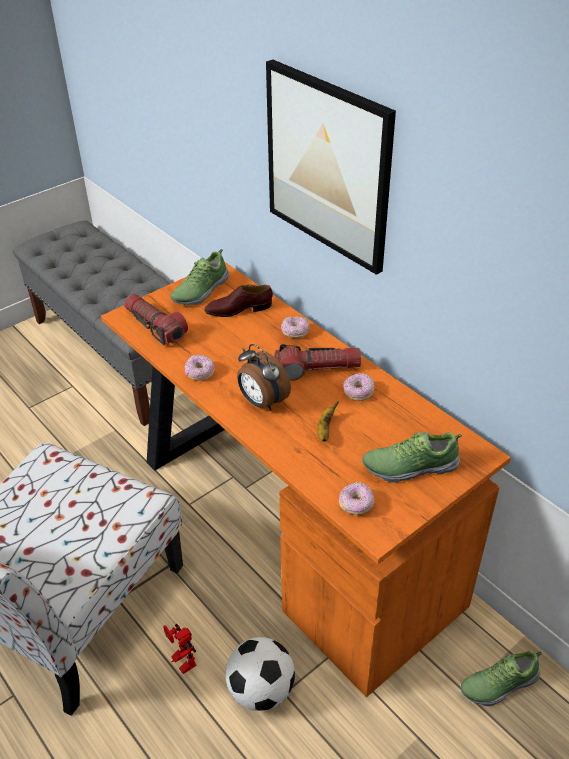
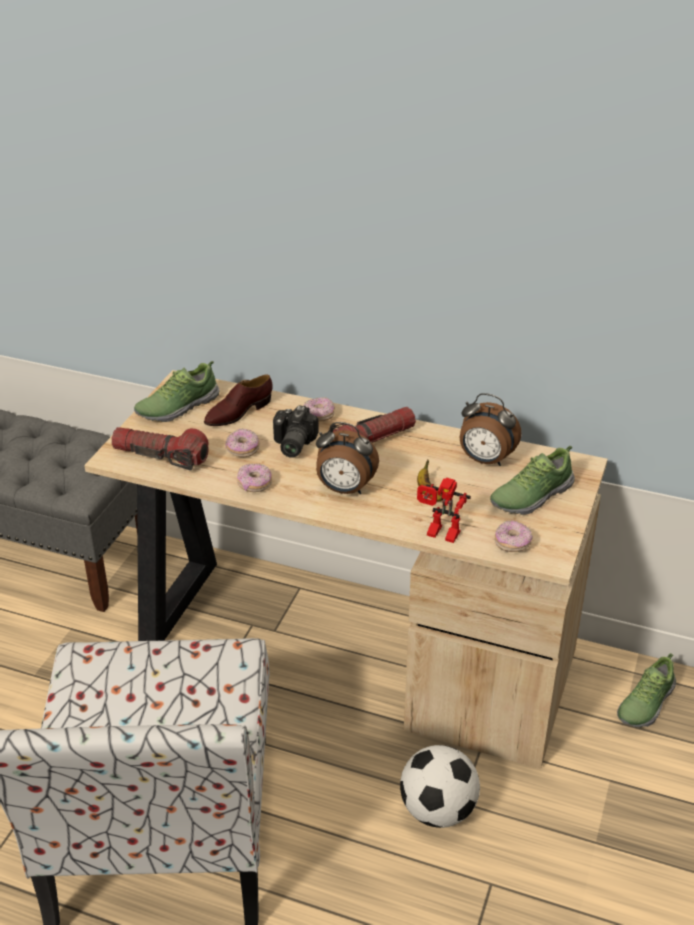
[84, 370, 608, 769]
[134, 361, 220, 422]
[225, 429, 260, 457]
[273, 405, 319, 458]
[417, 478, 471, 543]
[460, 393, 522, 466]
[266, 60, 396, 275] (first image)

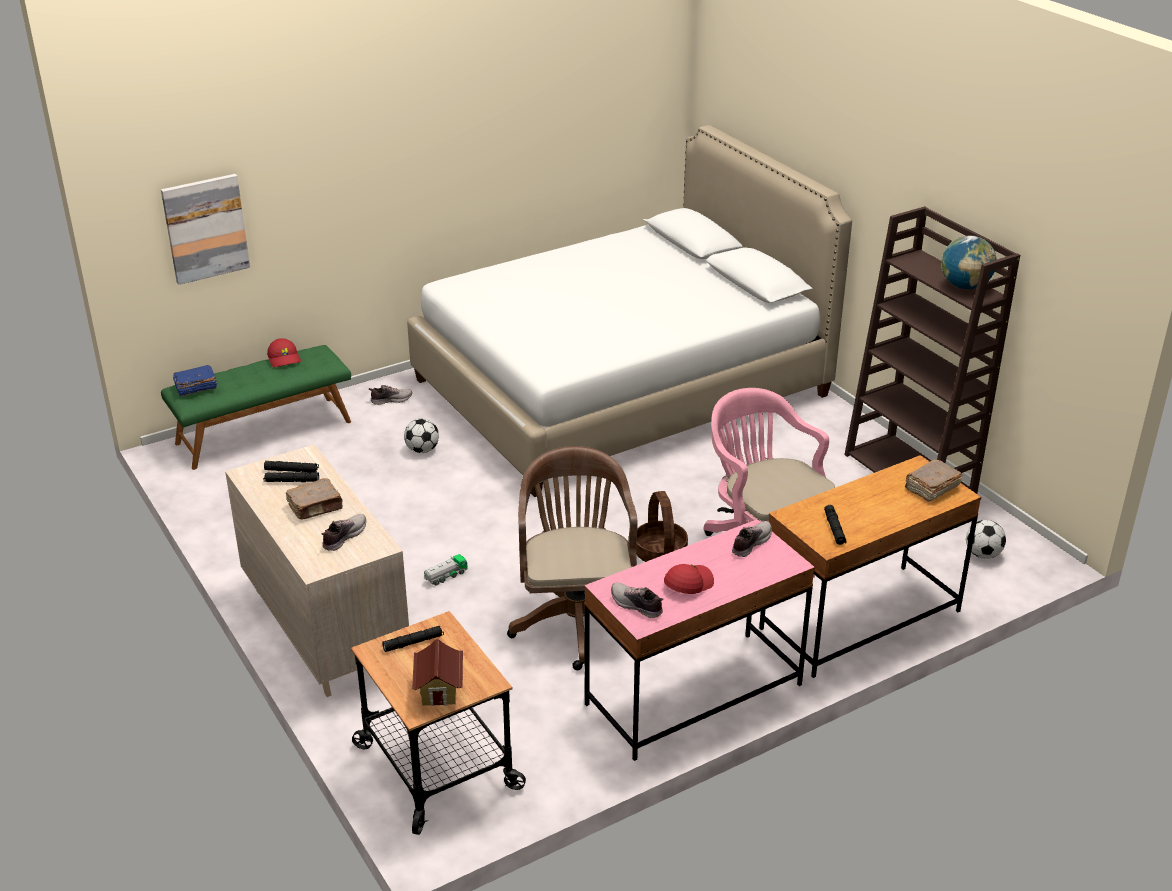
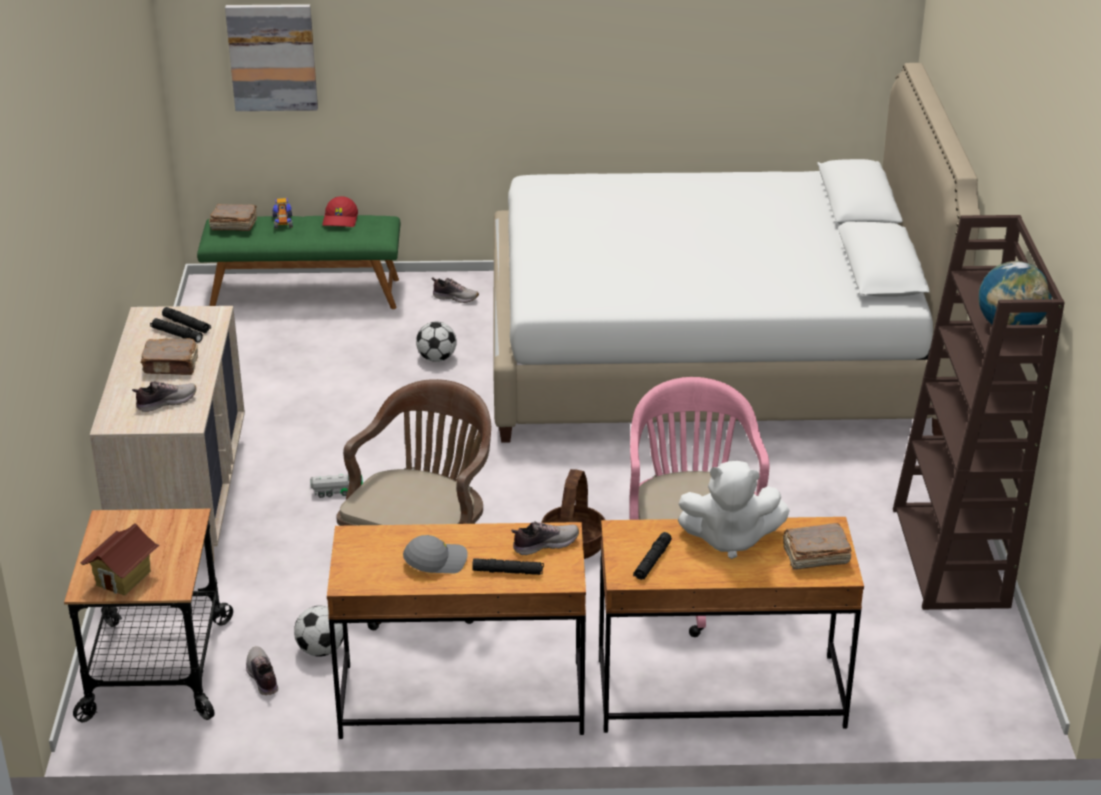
[209, 204, 257, 231]
[246, 646, 278, 695]
[272, 198, 293, 229]
[294, 606, 344, 657]
[327, 522, 586, 739]
[403, 535, 468, 573]
[472, 558, 544, 575]
[678, 461, 790, 559]

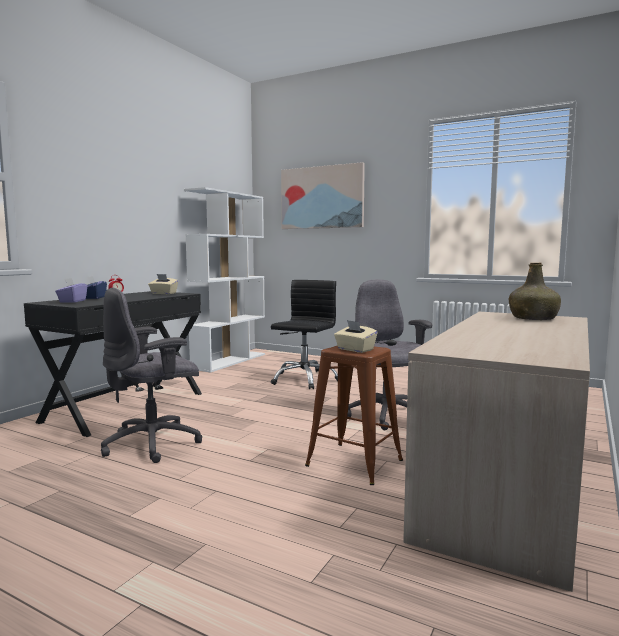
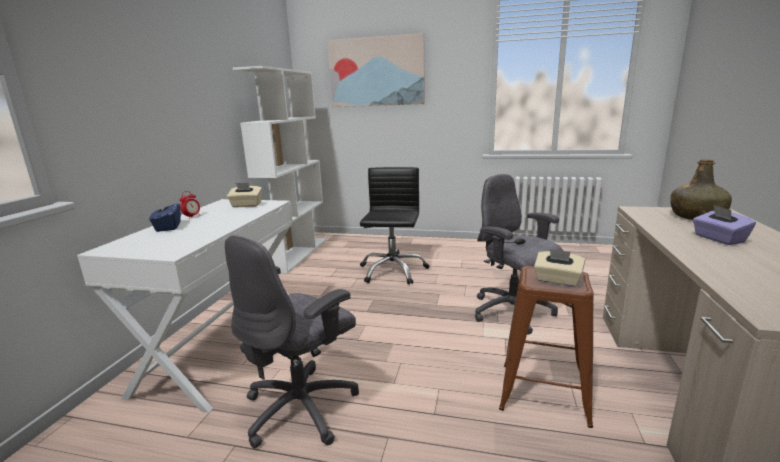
[77, 199, 293, 413]
[693, 205, 756, 245]

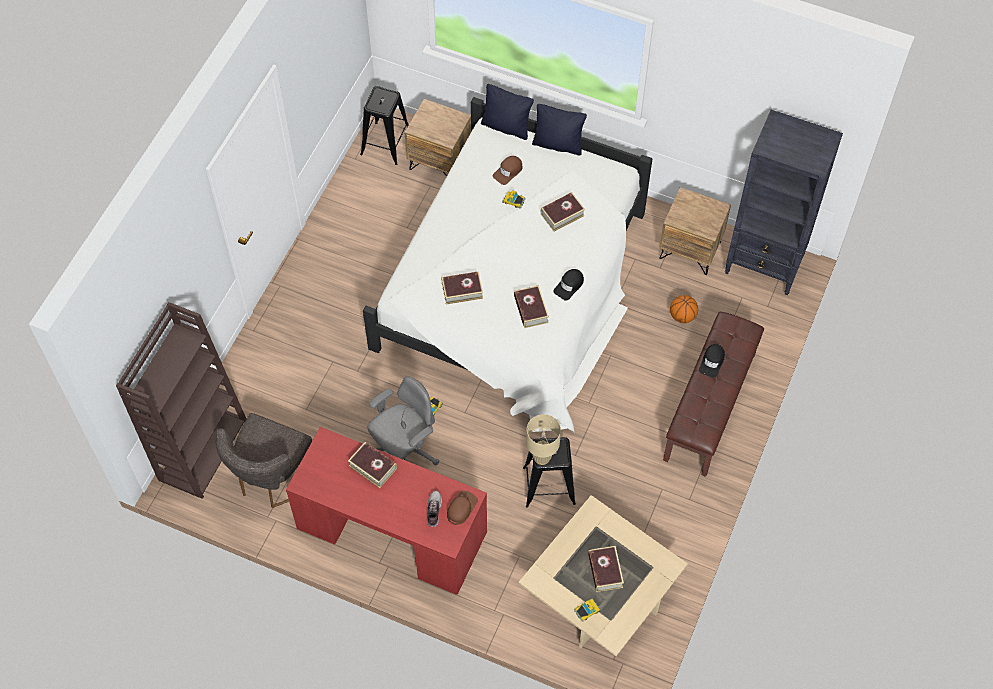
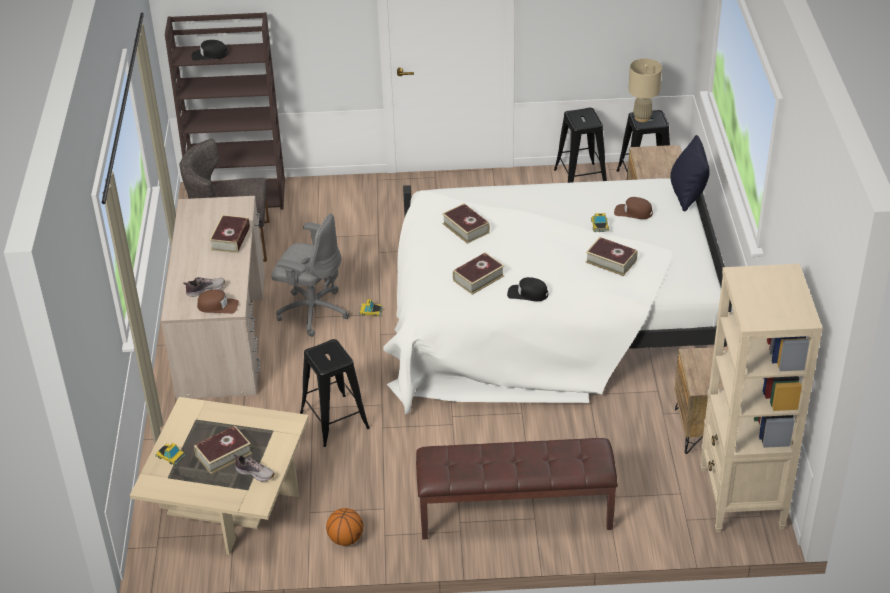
[161, 196, 265, 399]
[192, 40, 228, 61]
[234, 454, 275, 482]
[326, 508, 363, 546]
[554, 108, 607, 183]
[628, 59, 662, 122]
[701, 264, 823, 533]
[532, 104, 587, 156] (first image)

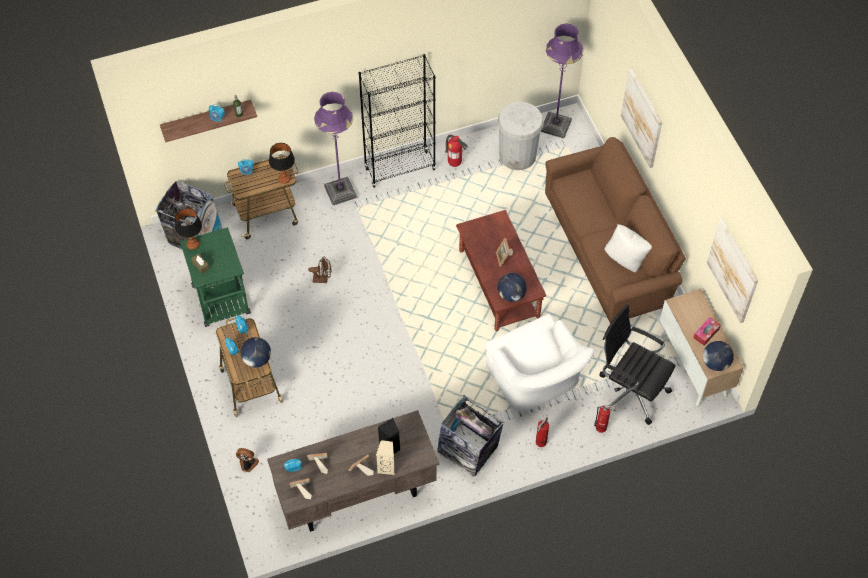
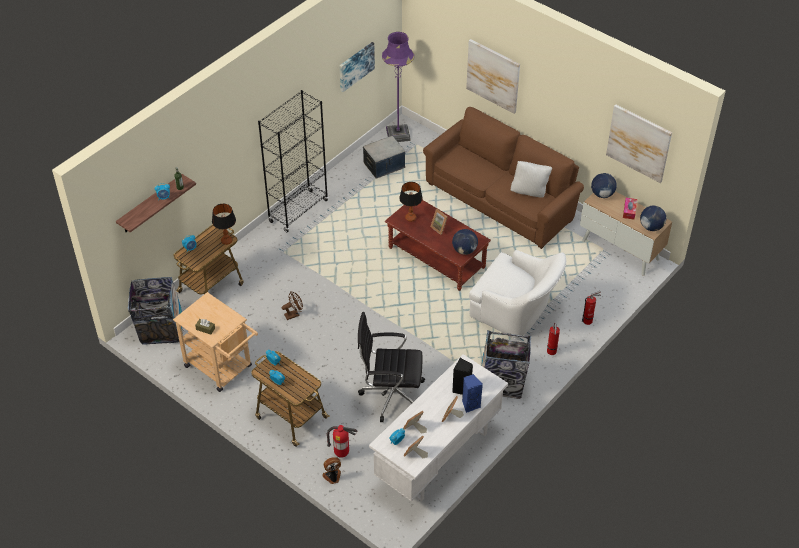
[173, 292, 258, 392]
[327, 425, 358, 458]
[340, 42, 375, 92]
[358, 312, 425, 422]
[363, 136, 405, 179]
[369, 354, 508, 501]
[399, 182, 423, 222]
[462, 374, 483, 413]
[591, 173, 617, 198]
[314, 92, 357, 205] (first image)

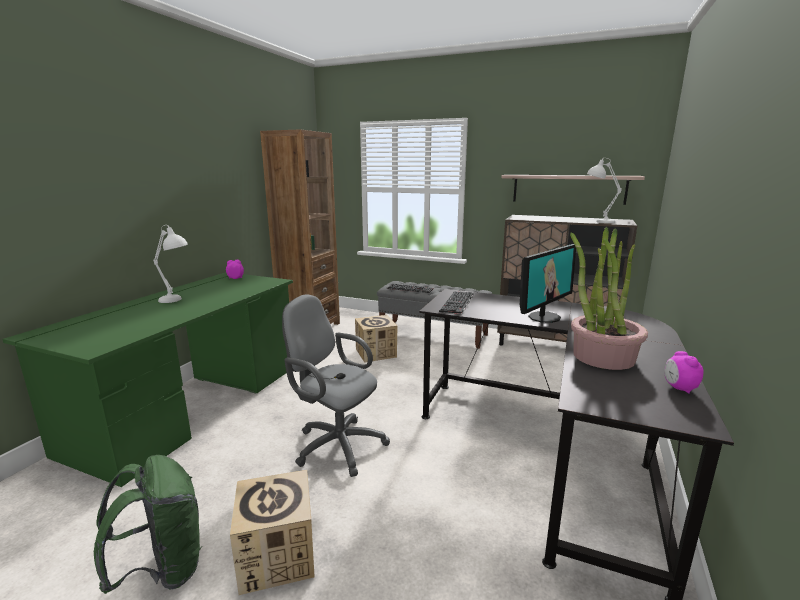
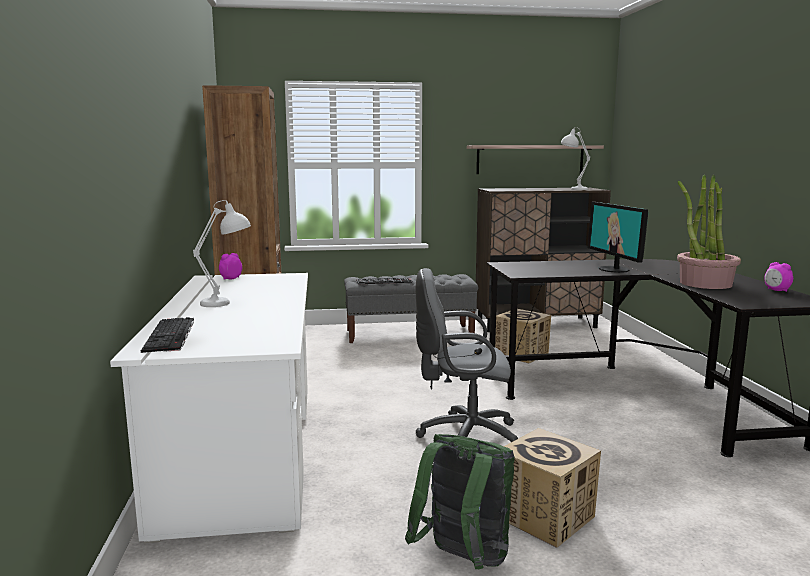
[110, 273, 308, 543]
[141, 317, 194, 353]
[495, 309, 551, 364]
[587, 202, 648, 273]

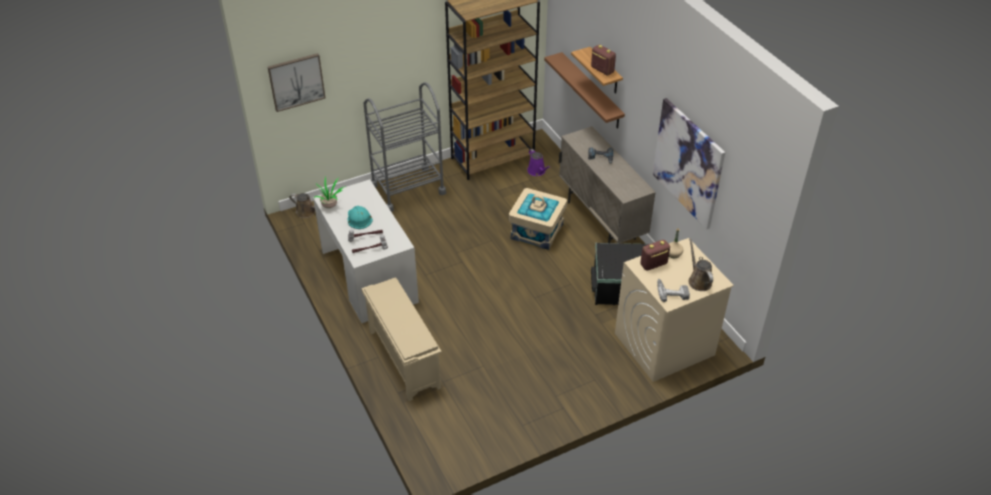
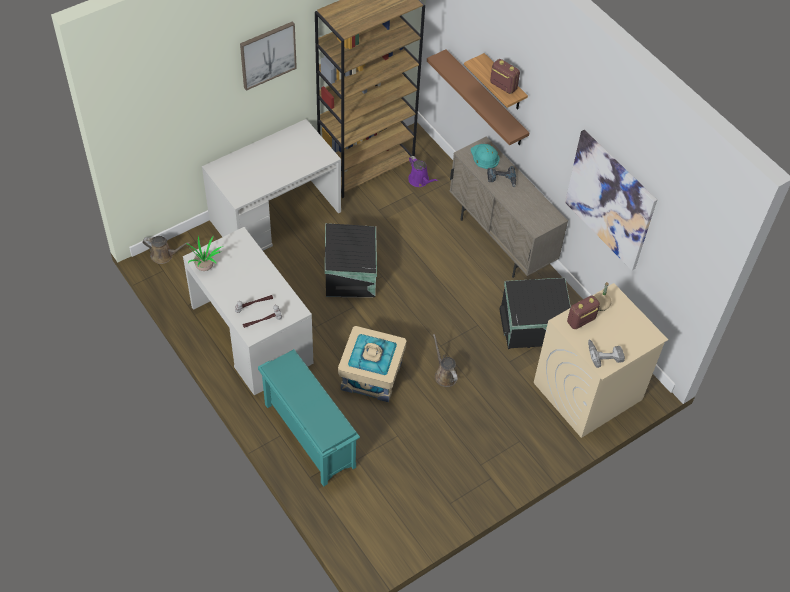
[202, 119, 341, 251]
[240, 22, 297, 91]
[258, 349, 360, 487]
[325, 223, 377, 297]
[338, 326, 407, 402]
[433, 334, 458, 387]
[471, 144, 500, 169]

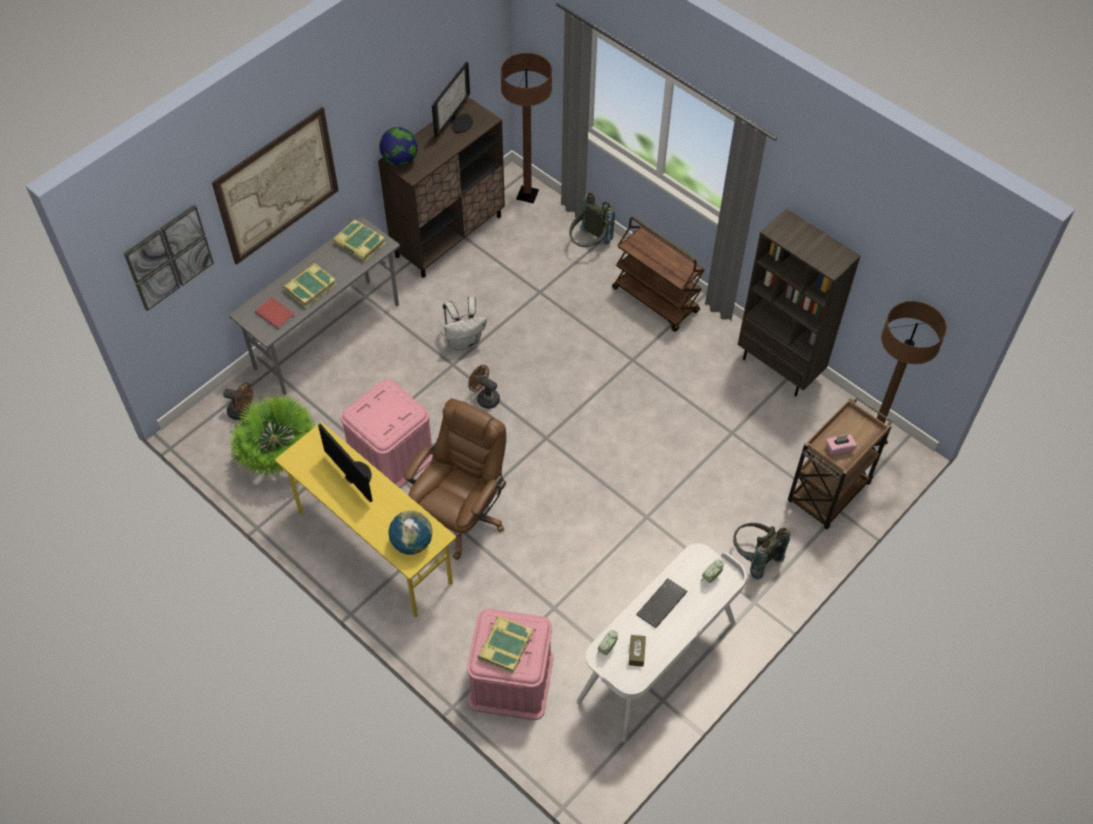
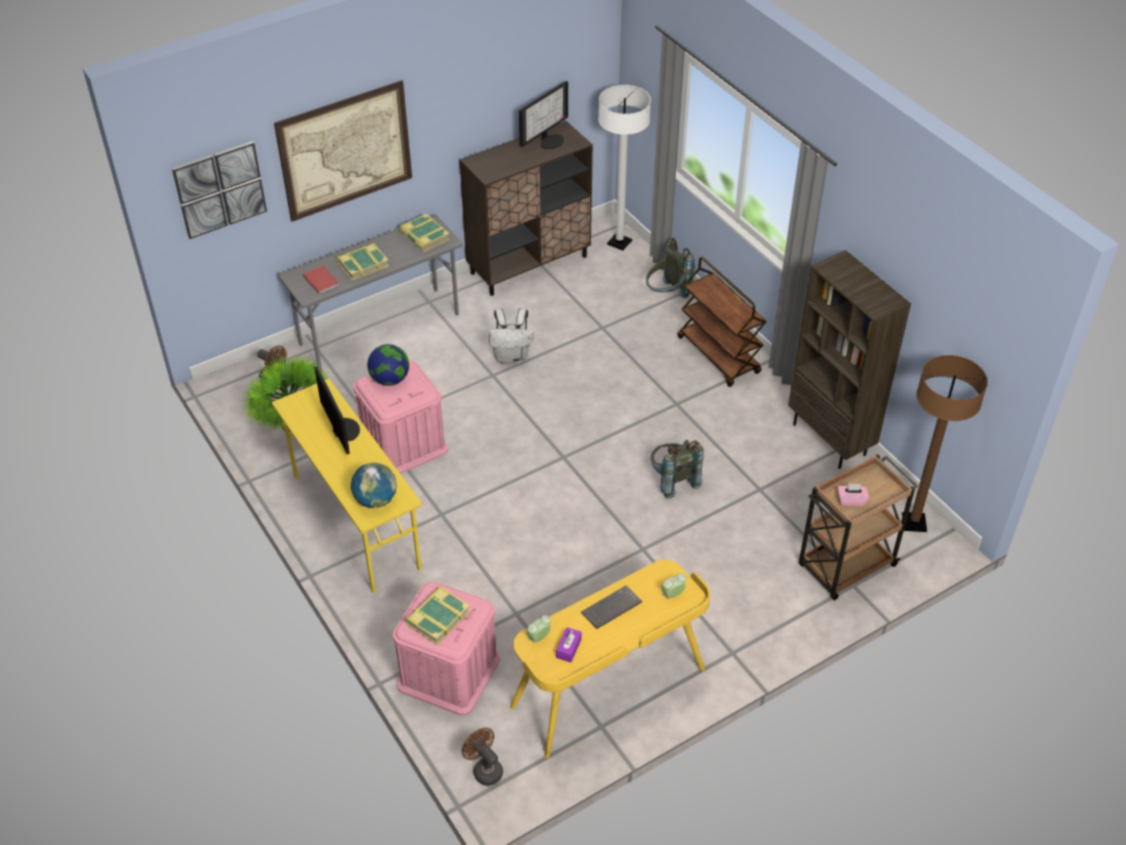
[367, 344, 409, 386]
[462, 728, 503, 786]
[510, 560, 710, 758]
[556, 627, 582, 663]
[598, 85, 651, 250]
[650, 440, 704, 499]
[404, 399, 506, 560] (first image)

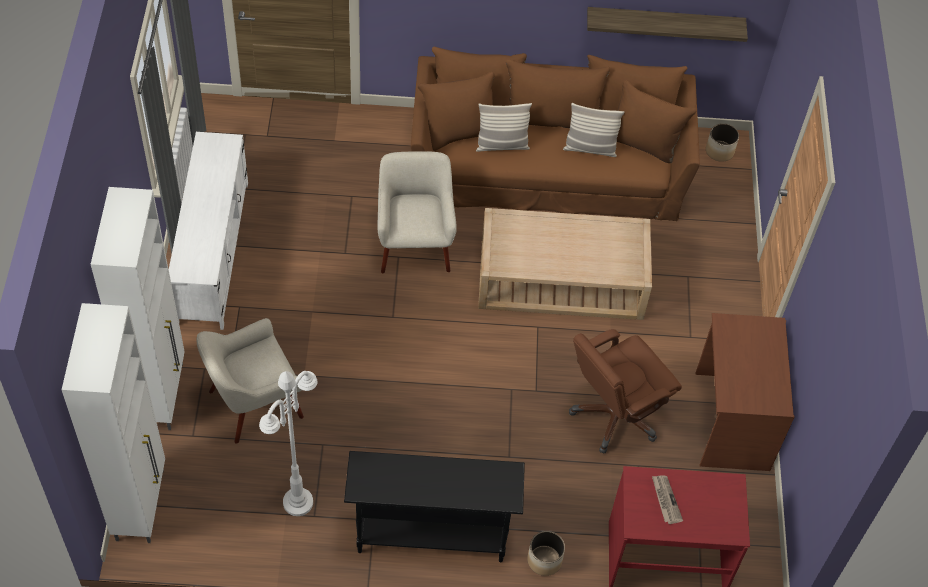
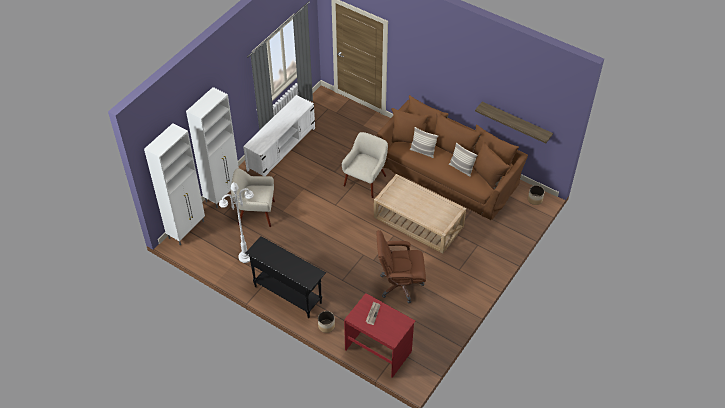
[696, 313, 794, 471] (first image)

